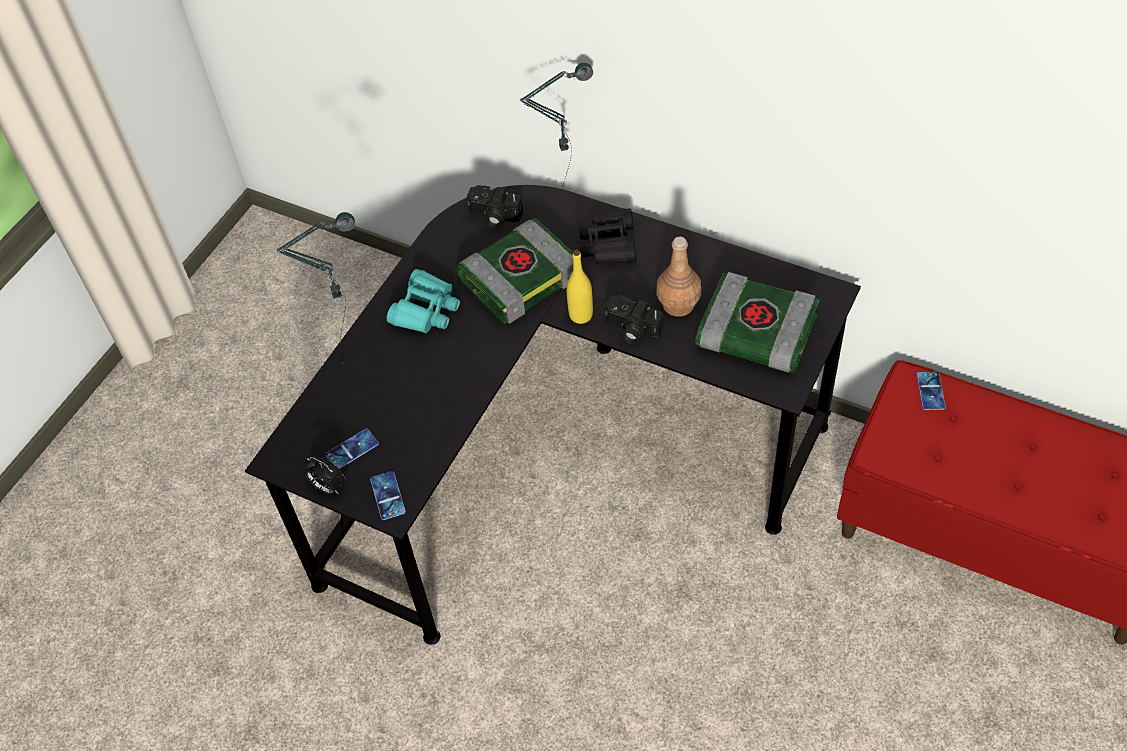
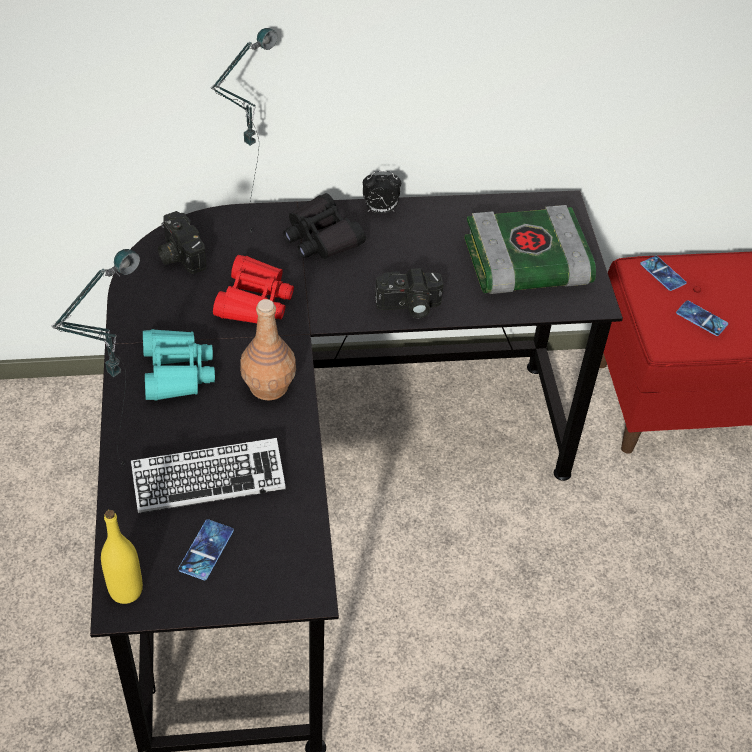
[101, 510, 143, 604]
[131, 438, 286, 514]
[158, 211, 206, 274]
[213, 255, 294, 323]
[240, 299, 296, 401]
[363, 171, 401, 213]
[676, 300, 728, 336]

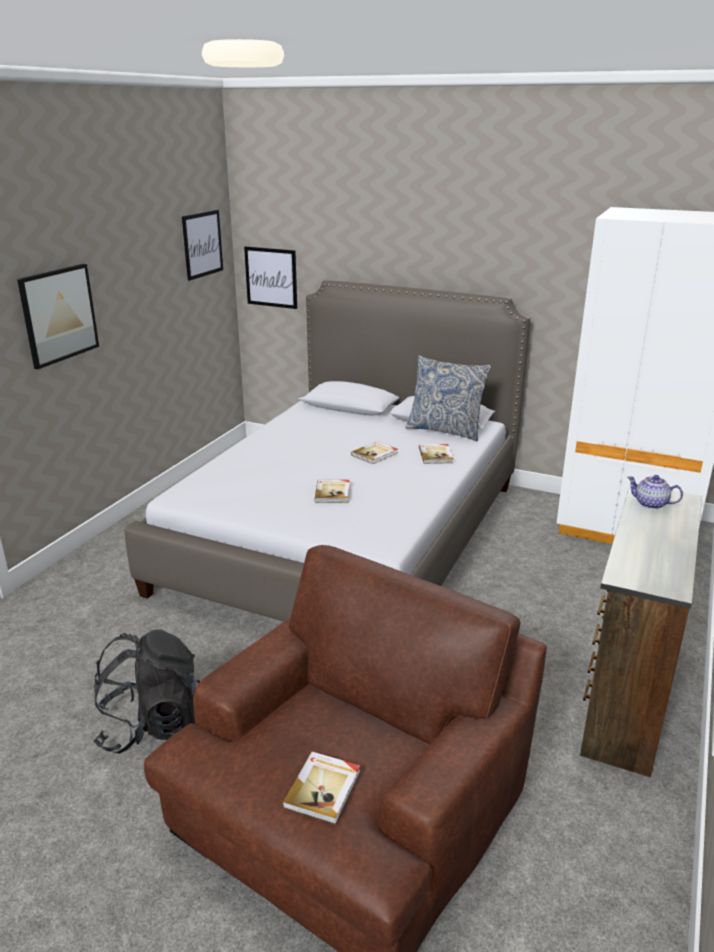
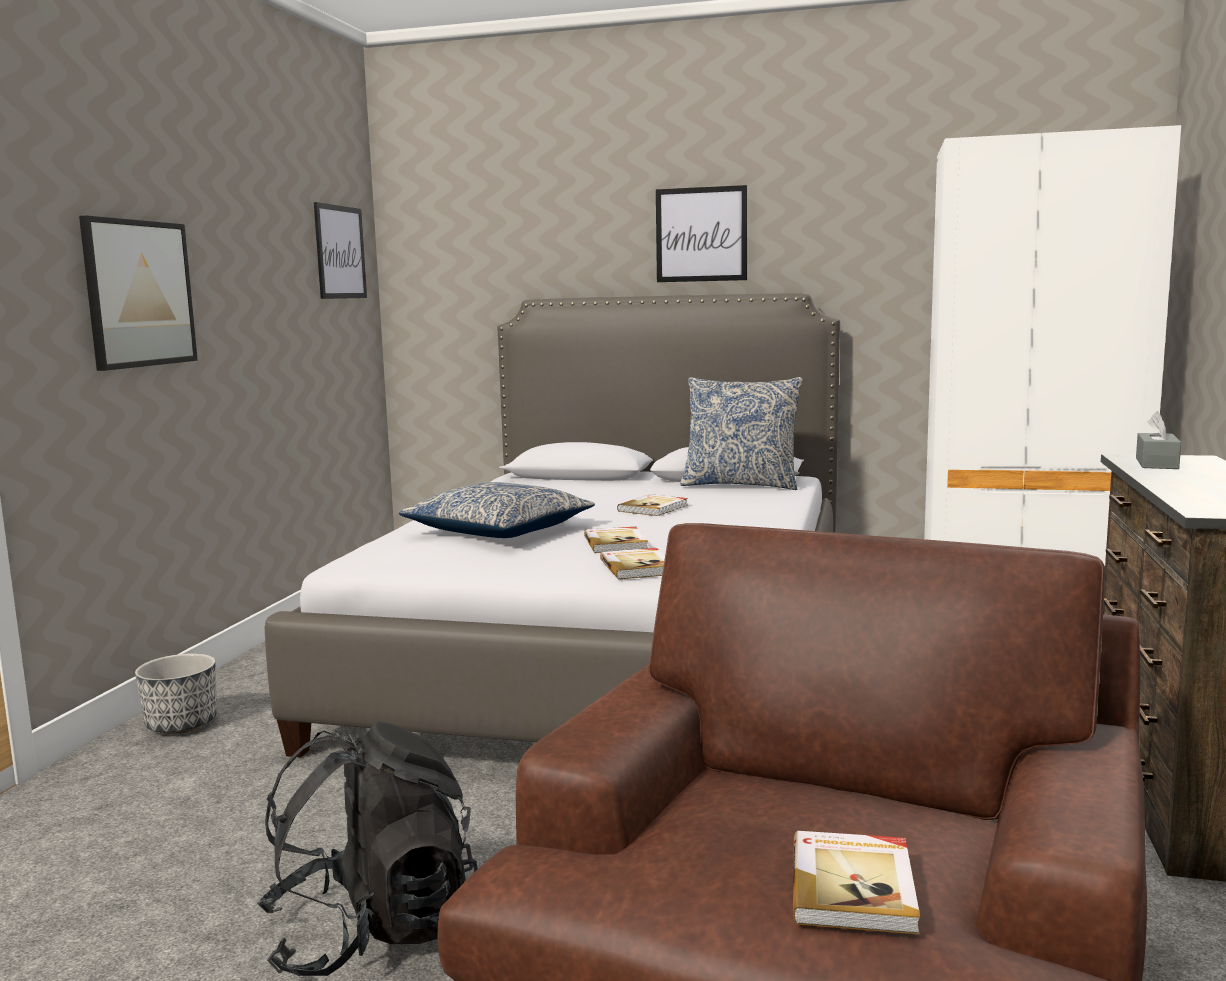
[135, 653, 217, 734]
[398, 482, 595, 538]
[600, 548, 665, 579]
[656, 185, 747, 282]
[1136, 411, 1181, 469]

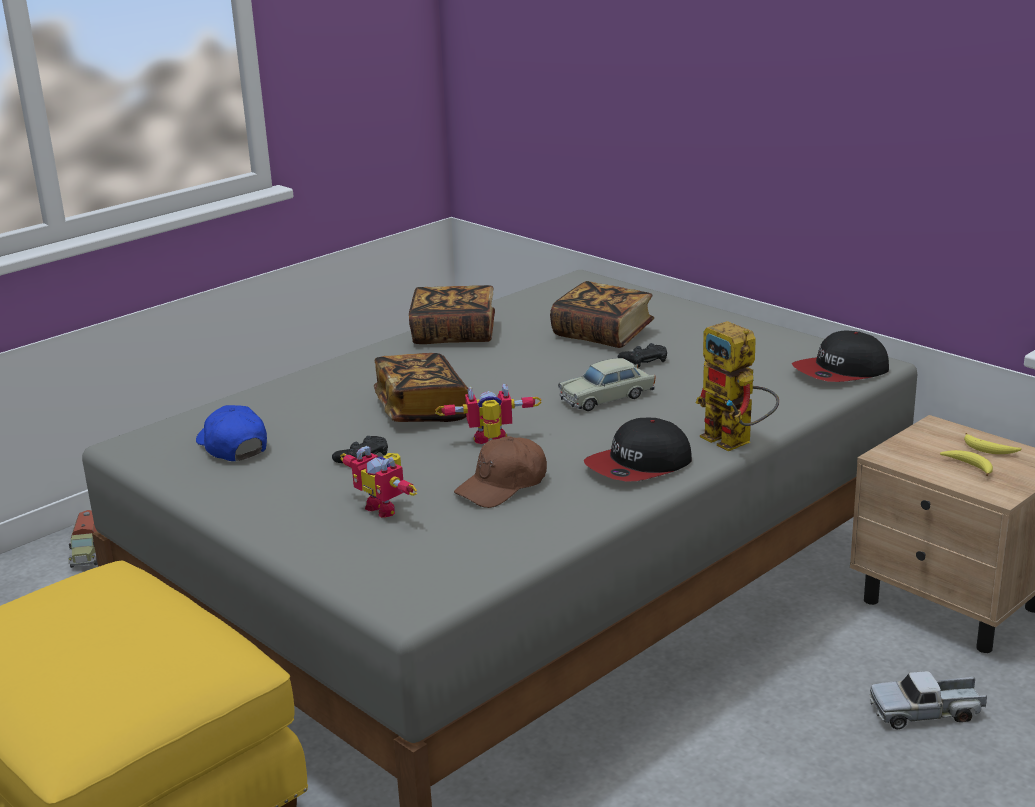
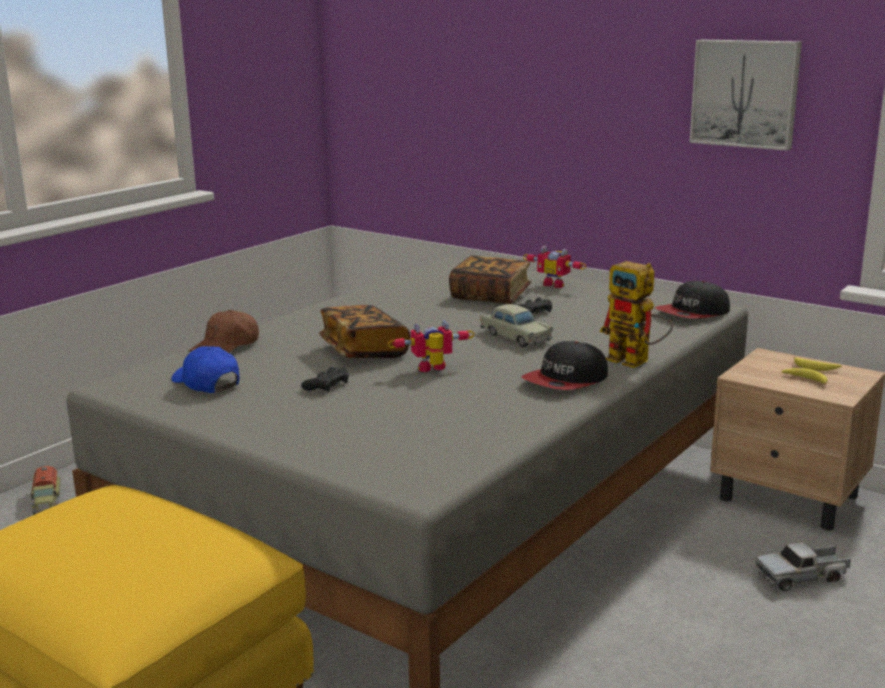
[189, 310, 259, 353]
[480, 304, 553, 347]
[523, 246, 586, 288]
[689, 40, 802, 151]
[409, 285, 495, 344] (first image)

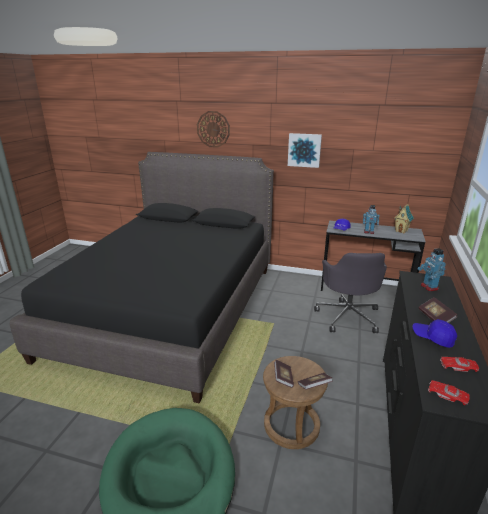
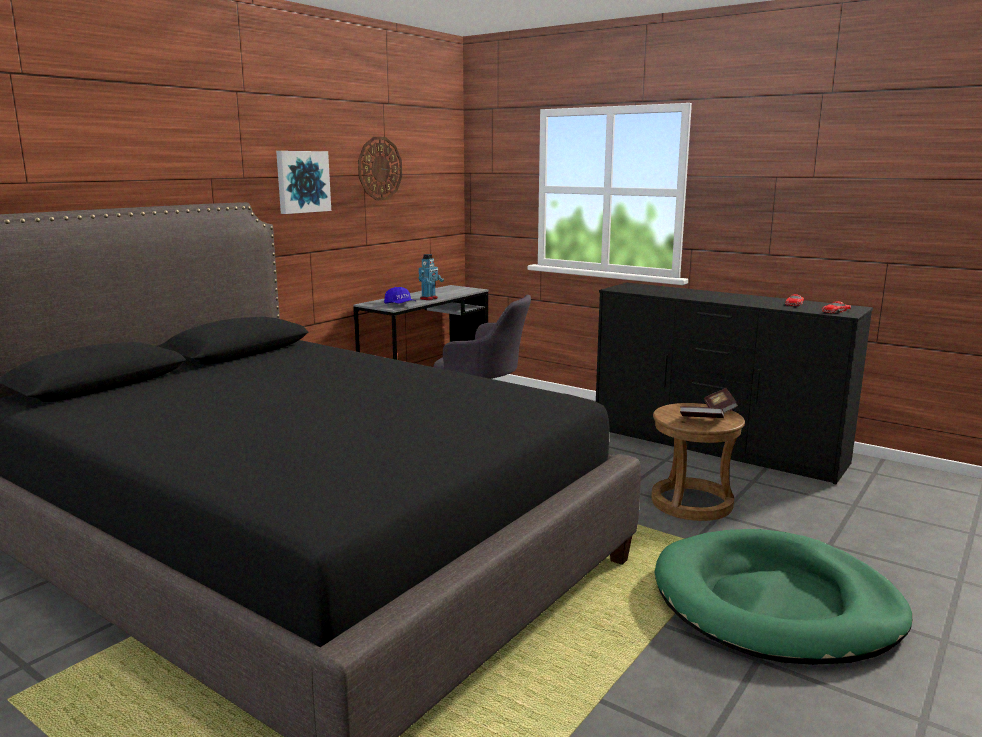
[358, 137, 402, 201]
[394, 204, 414, 234] (first image)
[413, 319, 457, 348] (first image)
[417, 248, 446, 291] (first image)
[418, 297, 457, 323] (first image)

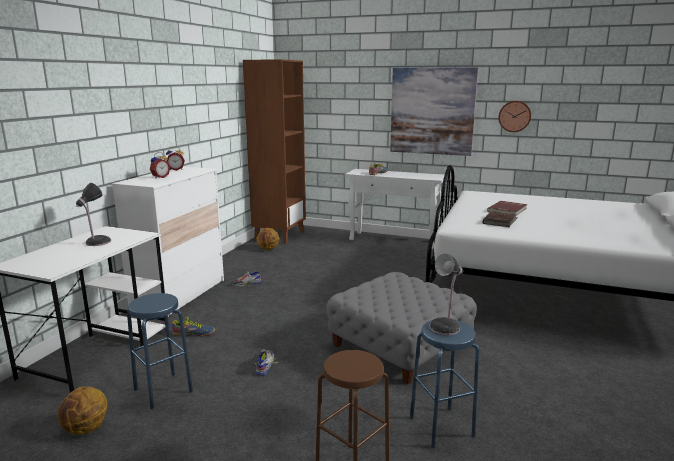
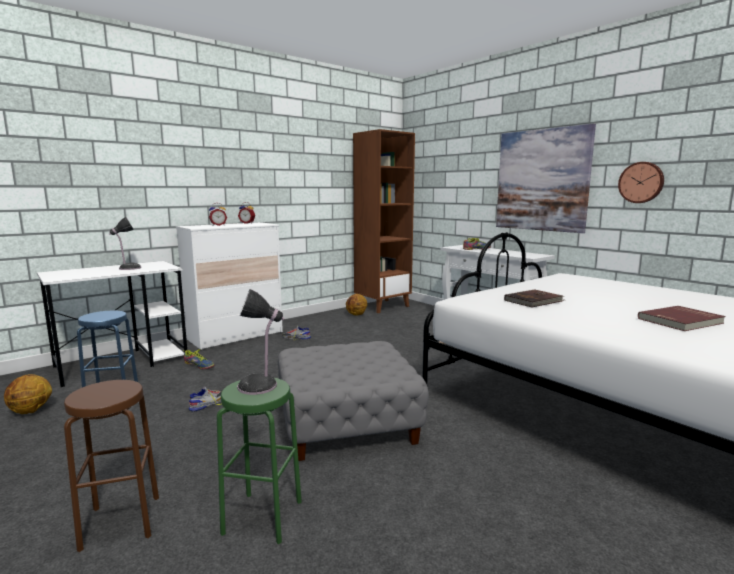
[217, 378, 302, 544]
[638, 306, 725, 331]

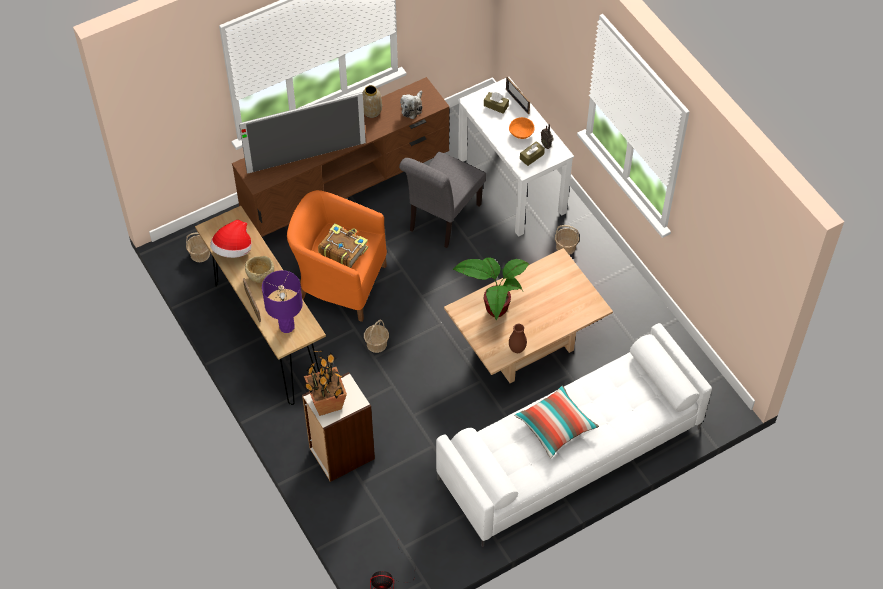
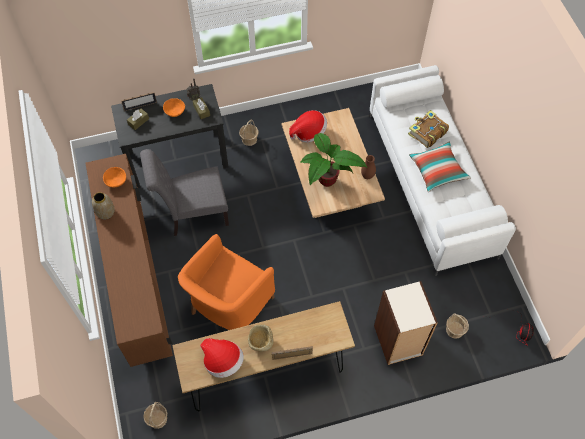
[103, 167, 126, 187]
[111, 84, 228, 188]
[140, 149, 229, 236]
[289, 110, 327, 142]
[408, 110, 449, 148]
[446, 313, 469, 339]
[239, 92, 366, 174] (first image)
[262, 270, 303, 333] (first image)
[304, 350, 347, 416] (first image)

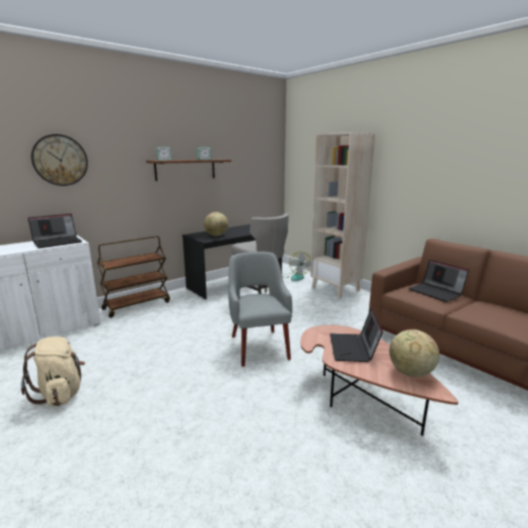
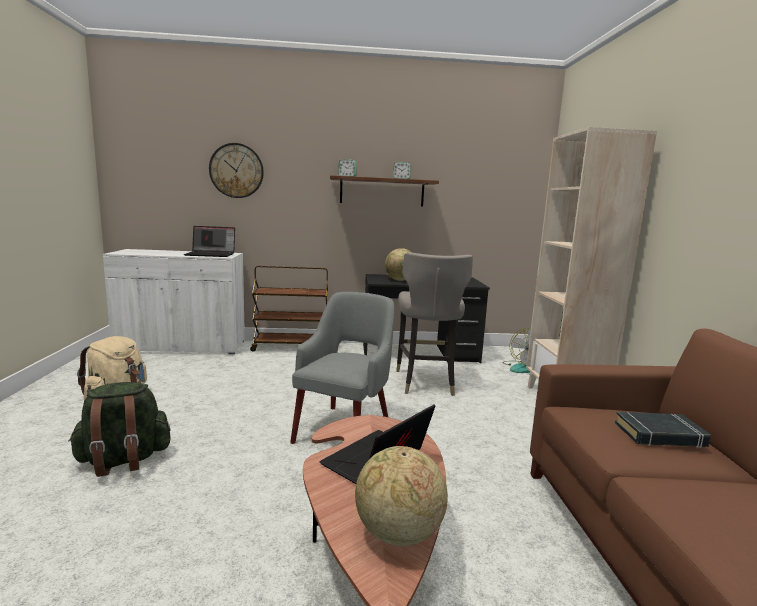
[68, 382, 171, 477]
[615, 412, 711, 448]

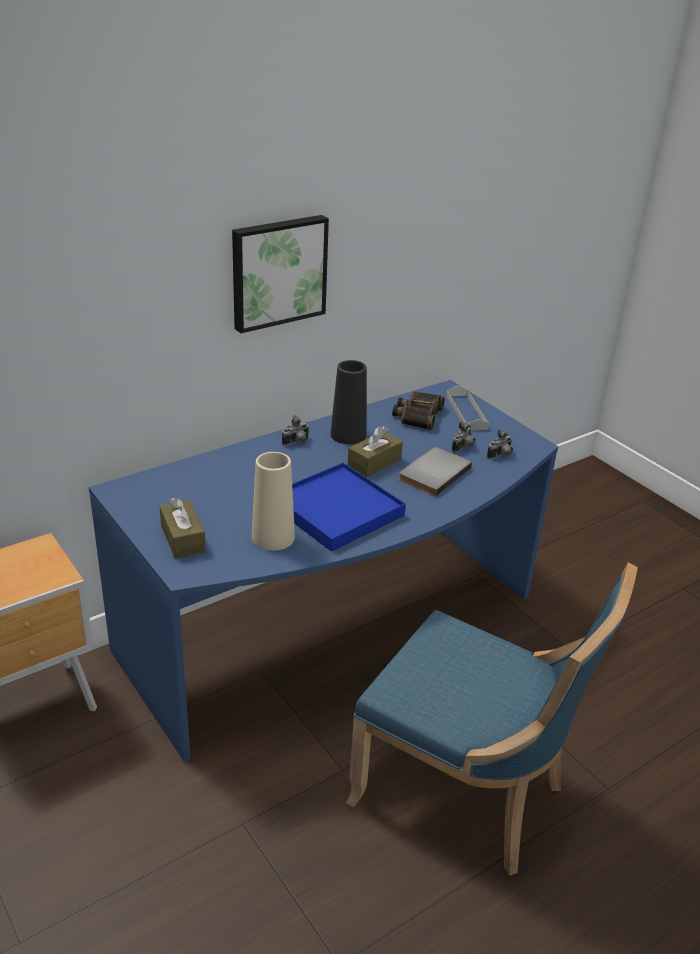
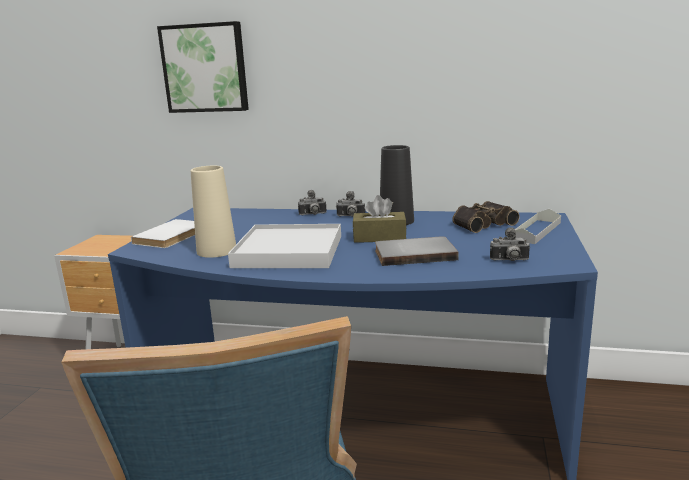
[131, 219, 195, 248]
[157, 21, 249, 113]
[228, 224, 341, 268]
[298, 190, 327, 215]

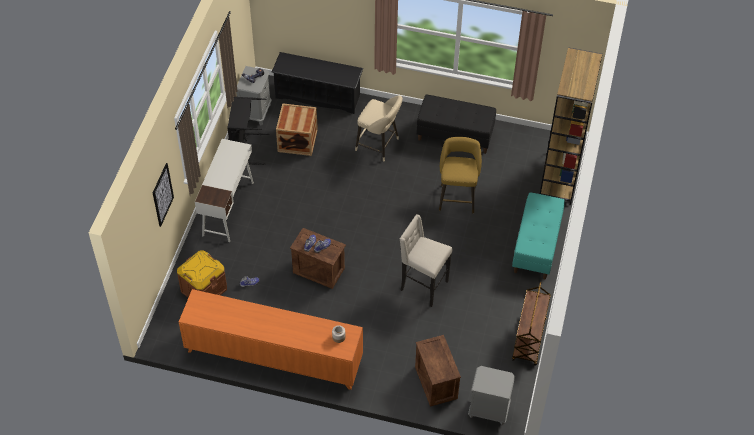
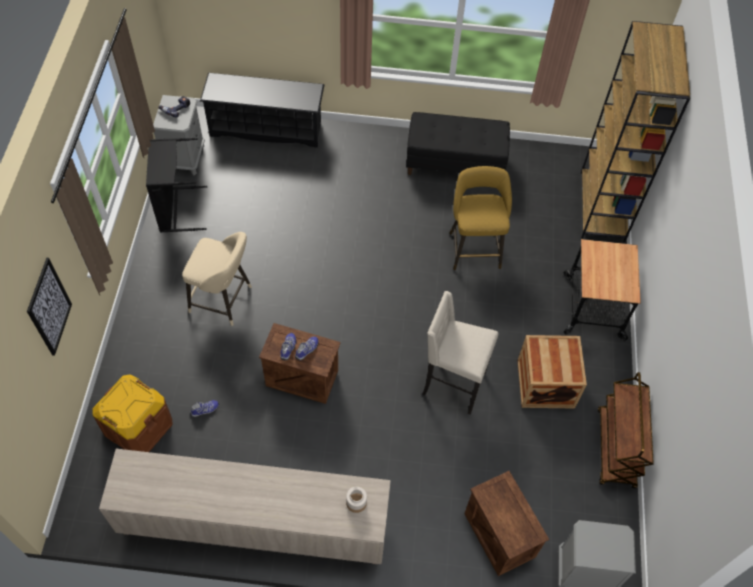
[99, 449, 391, 564]
[182, 232, 252, 326]
[517, 335, 587, 409]
[564, 239, 641, 341]
[195, 139, 254, 242] (first image)

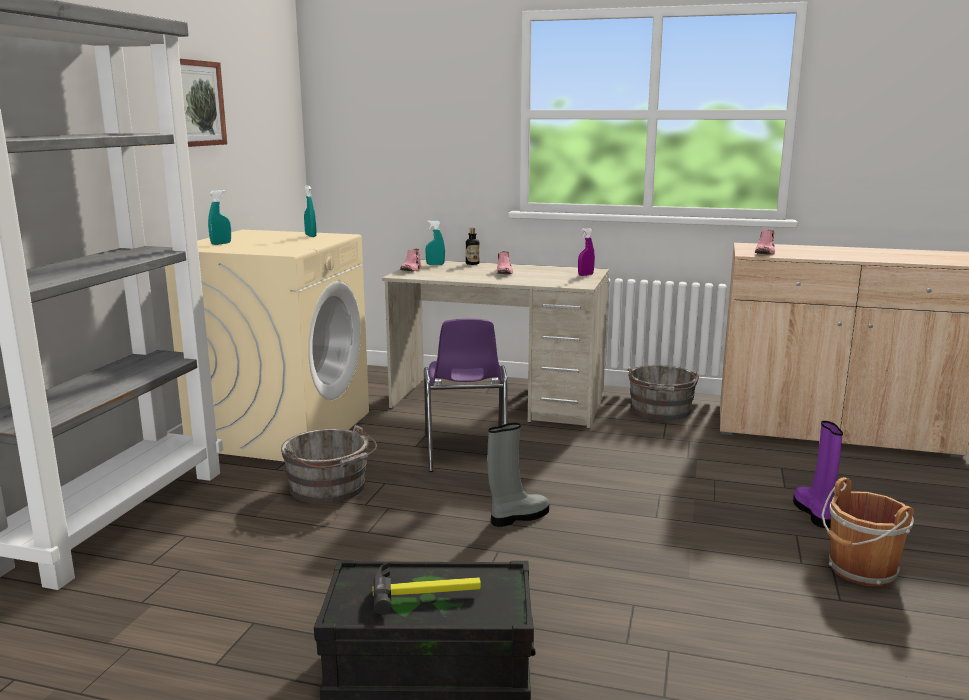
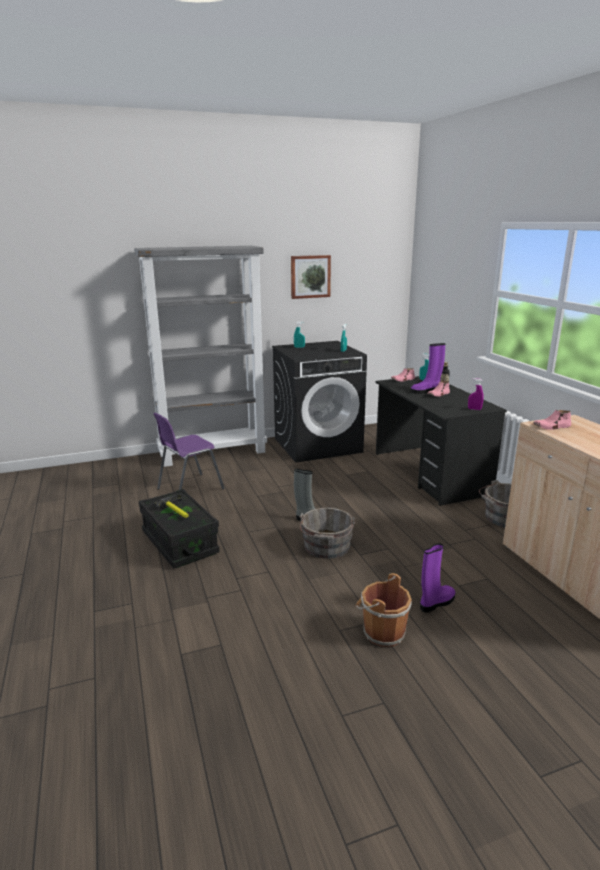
[154, 413, 224, 490]
[272, 341, 367, 463]
[299, 508, 355, 559]
[375, 376, 507, 506]
[411, 343, 445, 394]

